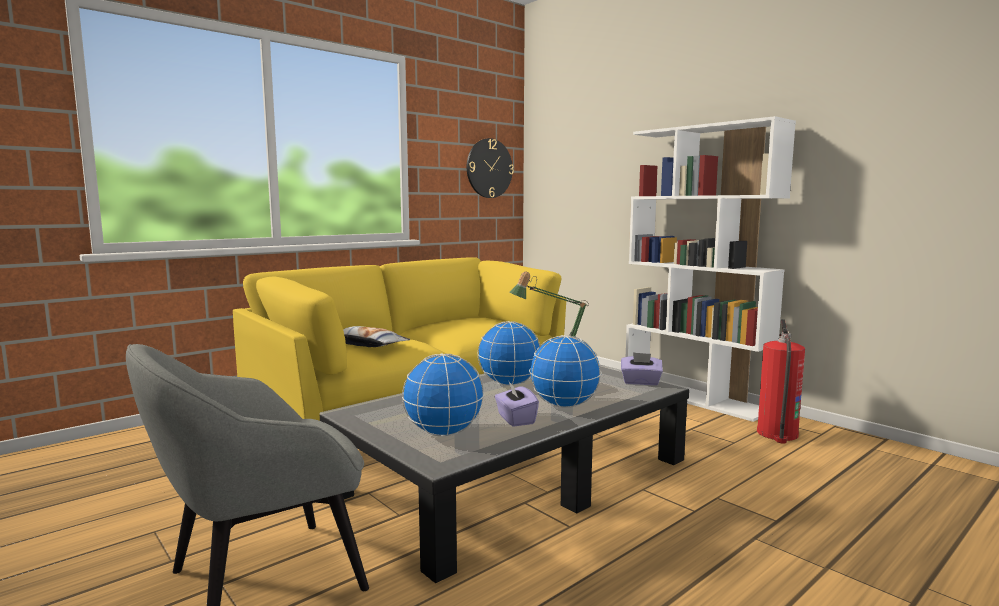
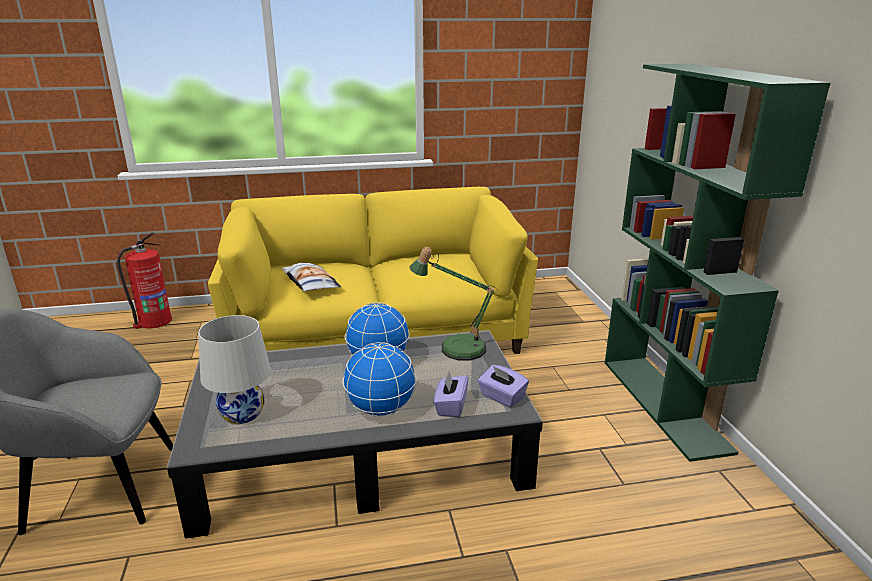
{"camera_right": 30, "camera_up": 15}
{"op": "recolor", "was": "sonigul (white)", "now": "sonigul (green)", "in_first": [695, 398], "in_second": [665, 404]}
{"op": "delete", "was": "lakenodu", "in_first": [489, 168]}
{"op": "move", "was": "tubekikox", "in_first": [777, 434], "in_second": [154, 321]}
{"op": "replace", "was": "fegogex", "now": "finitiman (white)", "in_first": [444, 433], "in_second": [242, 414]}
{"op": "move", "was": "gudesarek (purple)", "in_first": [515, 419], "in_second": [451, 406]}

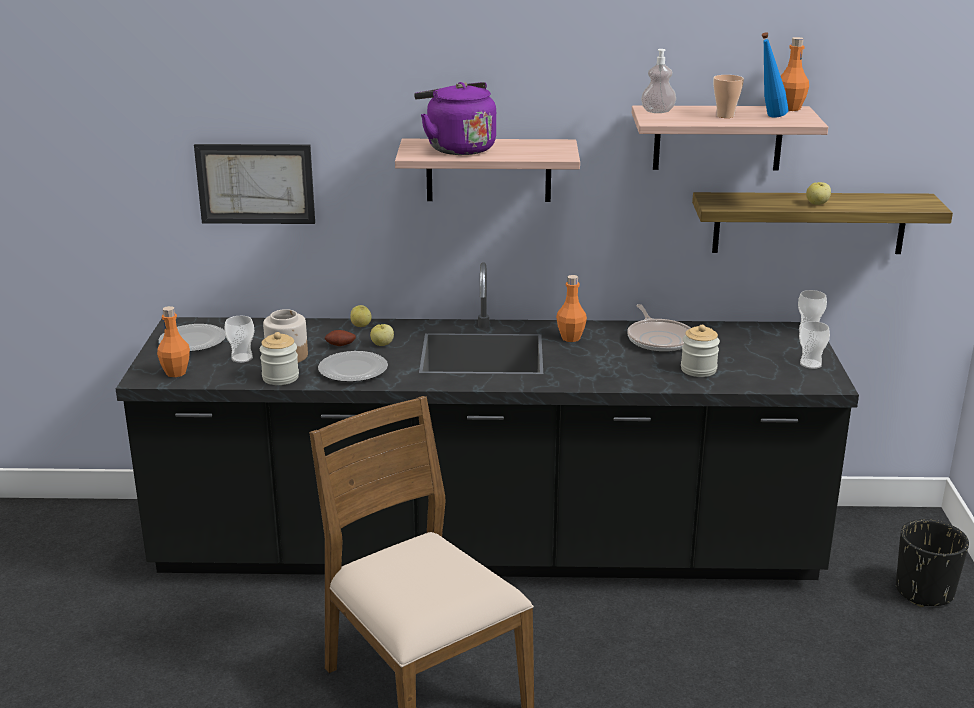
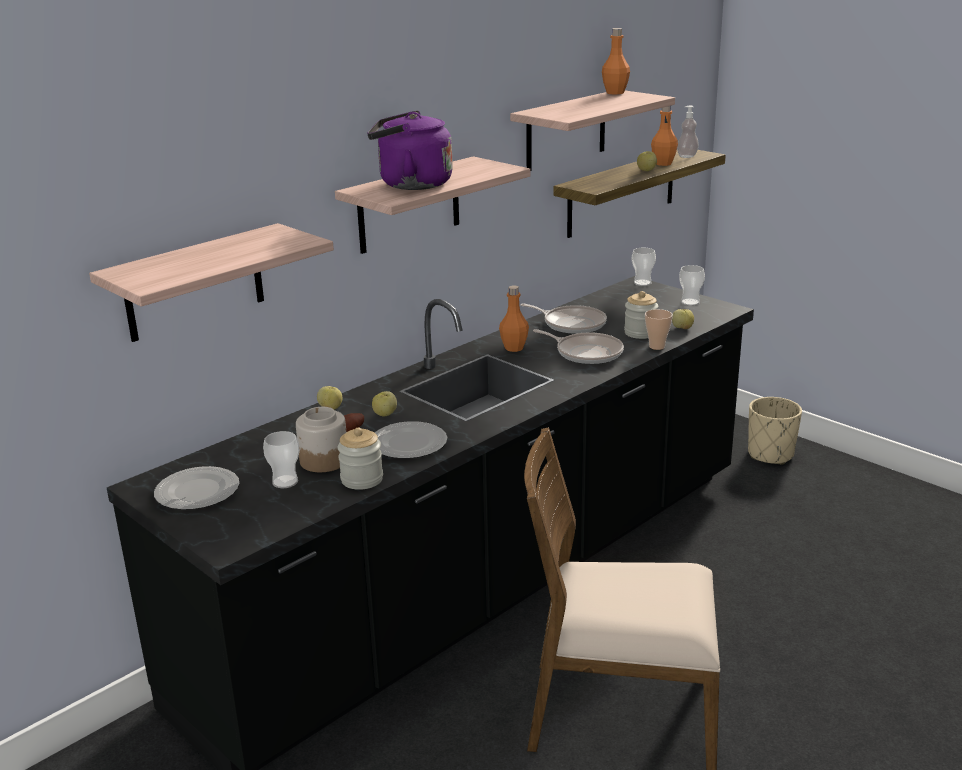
{"camera_right": -45, "camera_up": 0}
{"op": "delete", "was": "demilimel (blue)", "in_first": [769, 117]}
{"op": "move", "was": "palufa", "in_first": [657, 111], "in_second": [687, 156]}
{"op": "move", "was": "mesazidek", "in_first": [725, 116], "in_second": [657, 346]}
{"op": "replace", "was": "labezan", "now": "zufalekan", "in_first": [255, 183], "in_second": [194, 283]}
{"op": "move", "was": "demilimel (orange)", "in_first": [176, 373], "in_second": [663, 163]}
{"op": "recolor", "was": "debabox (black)", "now": "debabox (beige)", "in_first": [924, 591], "in_second": [770, 454]}
{"op": "insert", "now": "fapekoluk", "in_second": [682, 328]}
{"op": "insert", "now": "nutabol", "in_second": [586, 353]}

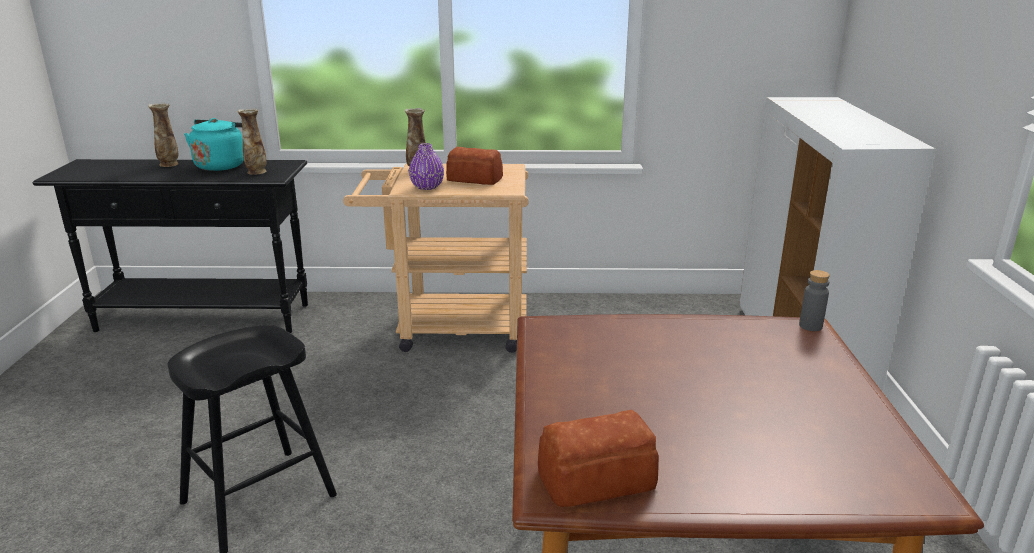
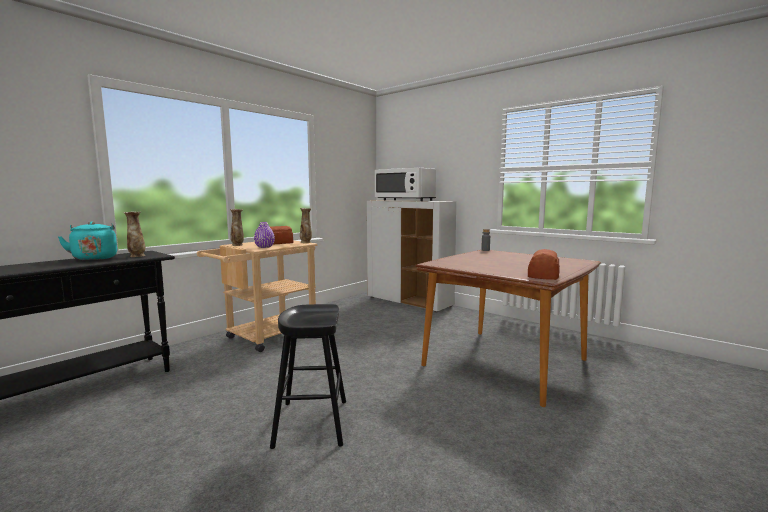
{"camera_right": -50, "camera_up": -15}
{"op": "move", "was": "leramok", "in_first": [169, 164], "in_second": [306, 242]}
{"op": "insert", "now": "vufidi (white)", "in_second": [405, 200]}

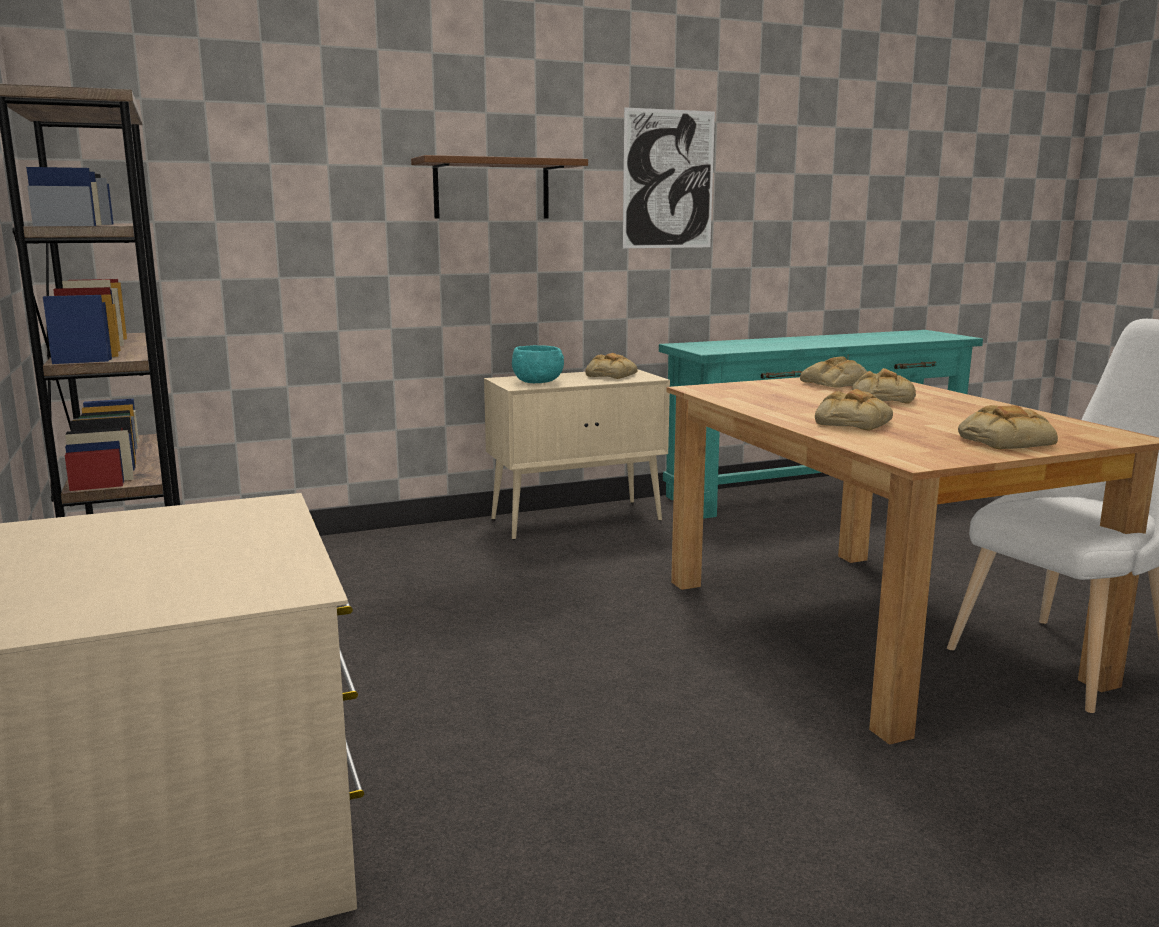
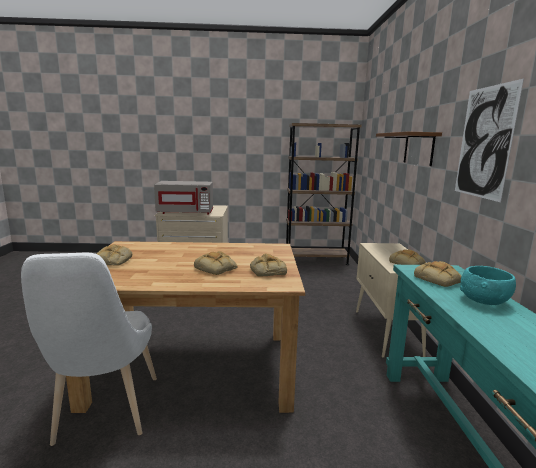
{"camera_right": 110, "camera_up": 0}
{"op": "move", "was": "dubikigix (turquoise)", "in_first": [538, 382], "in_second": [484, 301]}
{"op": "move", "was": "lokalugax", "in_first": [852, 422], "in_second": [438, 279]}
{"op": "insert", "now": "vufidi (grey)", "in_second": [186, 212]}

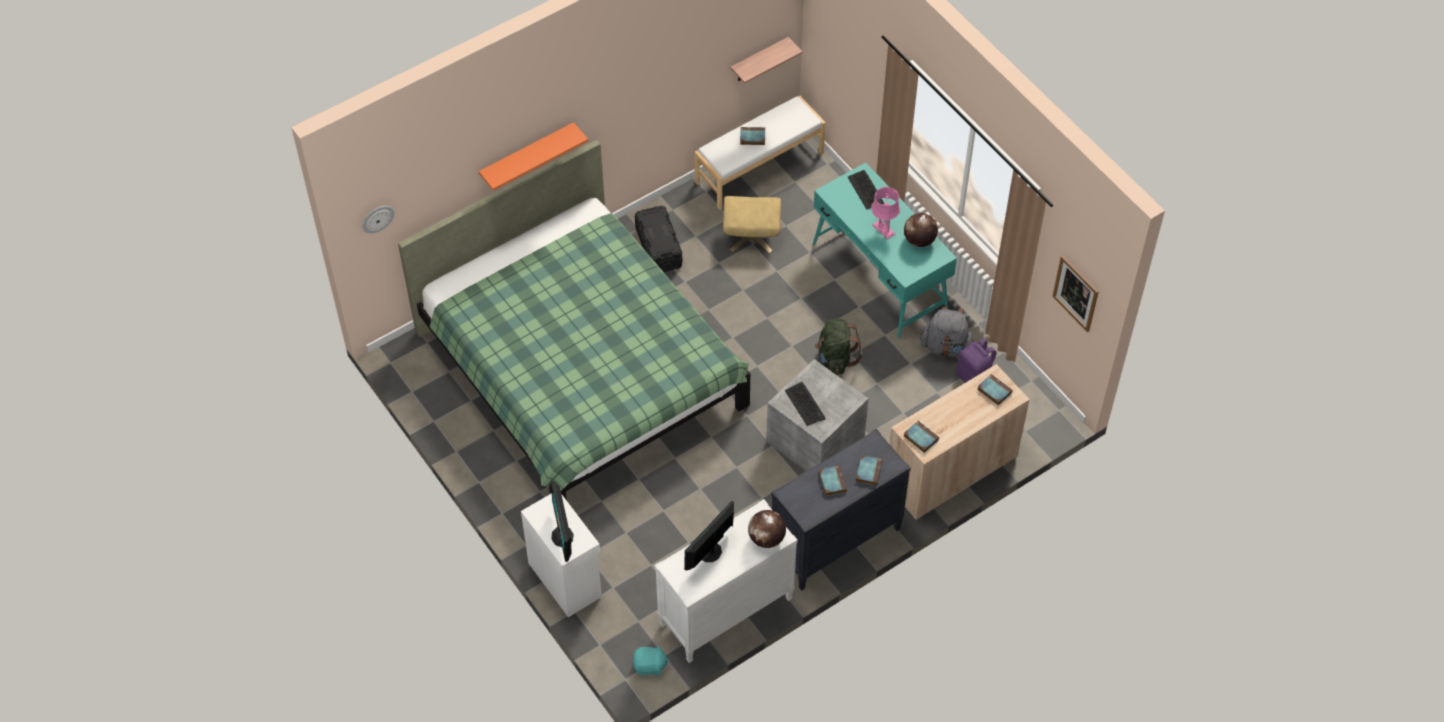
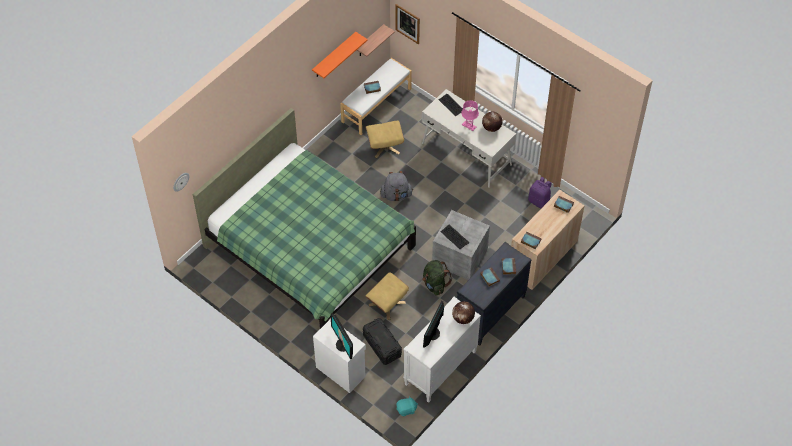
{"camera_right": -15, "camera_up": 0}
{"op": "move", "was": "zufalekan (orange)", "in_first": [527, 155], "in_second": [334, 55]}
{"op": "recolor", "was": "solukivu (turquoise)", "now": "solukivu (white)", "in_first": [879, 276], "in_second": [466, 154]}
{"op": "move", "was": "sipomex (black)", "in_first": [658, 247], "in_second": [382, 345]}
{"op": "move", "was": "labezan", "in_first": [1076, 293], "in_second": [407, 23]}
{"op": "move", "was": "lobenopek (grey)", "in_first": [946, 347], "in_second": [396, 195]}
{"op": "move", "was": "lobenopek (green)", "in_first": [835, 359], "in_second": [435, 284]}
{"op": "insert", "now": "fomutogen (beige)", "in_second": [387, 303]}

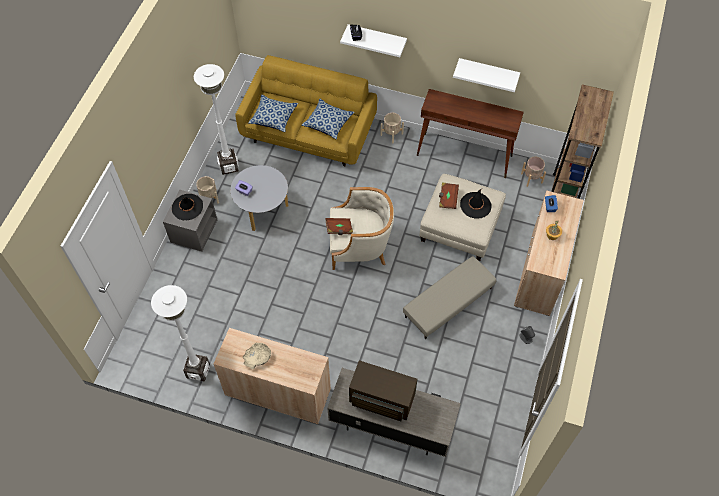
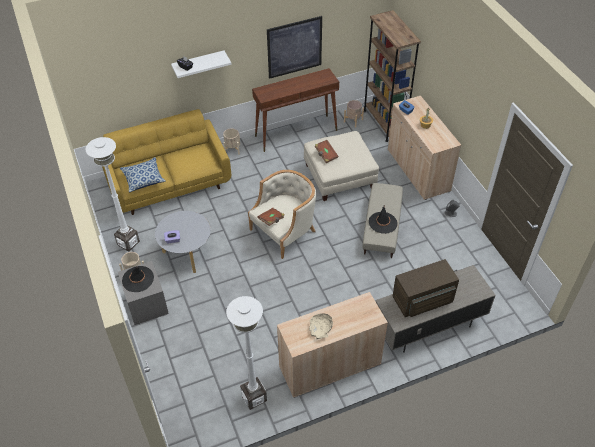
{"camera_right": -40, "camera_up": -10}
{"op": "replace", "was": "zufalekan (white)", "now": "labezan", "in_first": [488, 72], "in_second": [294, 47]}
{"op": "delete", "was": "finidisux", "in_first": [328, 123]}
{"op": "move", "was": "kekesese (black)", "in_first": [475, 205], "in_second": [383, 223]}

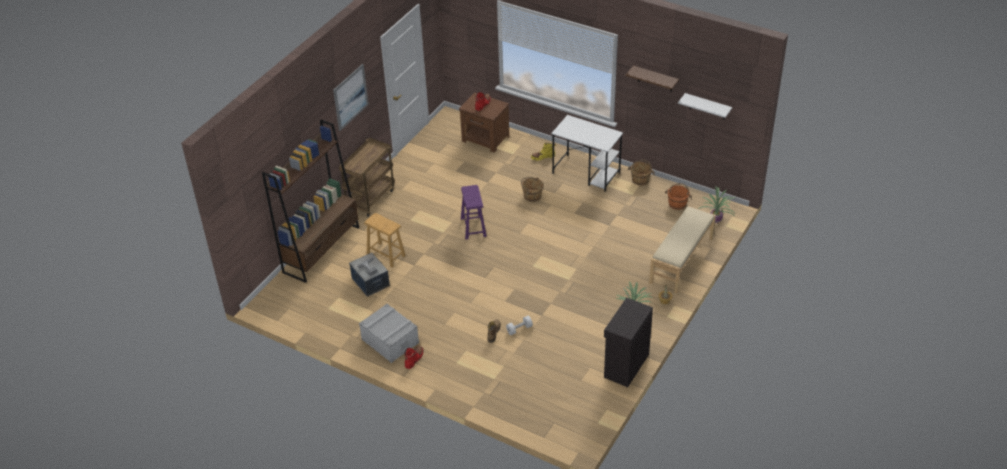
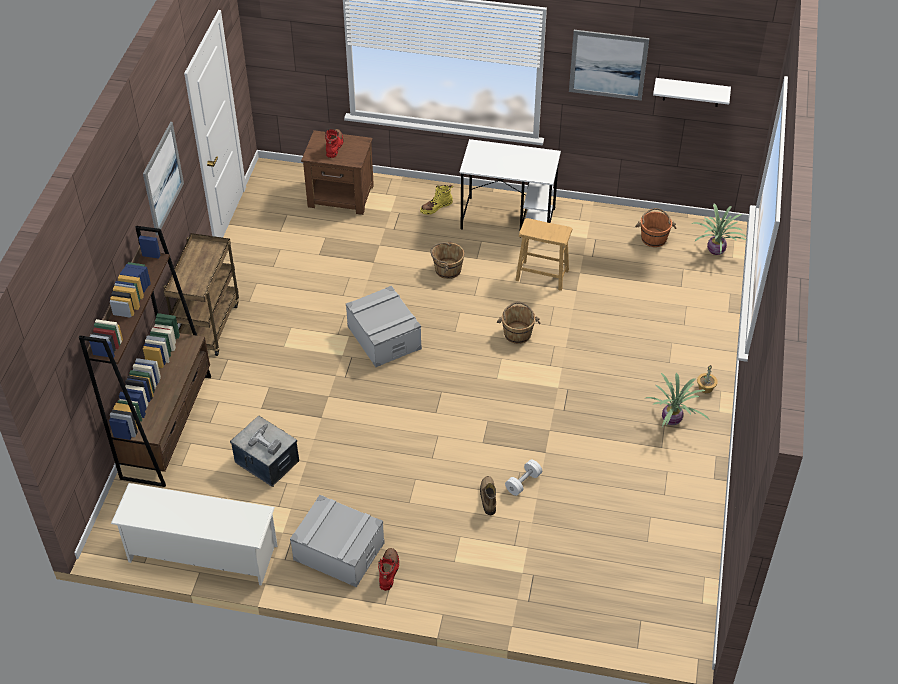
{"camera_right": -20, "camera_up": 5}
{"op": "replace", "was": "zufalekan (brown)", "now": "labezan", "in_first": [655, 79], "in_second": [608, 65]}
{"op": "move", "was": "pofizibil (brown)", "in_first": [640, 179], "in_second": [517, 333]}
{"op": "replace", "was": "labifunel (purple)", "now": "sipomex (grey)", "in_first": [473, 227], "in_second": [384, 337]}
{"op": "delete", "was": "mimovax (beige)", "in_first": [682, 260]}
{"op": "move", "was": "labifunel (brown)", "in_first": [386, 255], "in_second": [542, 275]}
{"op": "delete", "was": "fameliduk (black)", "in_first": [625, 365]}
{"op": "insert", "now": "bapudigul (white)", "in_second": [201, 554]}

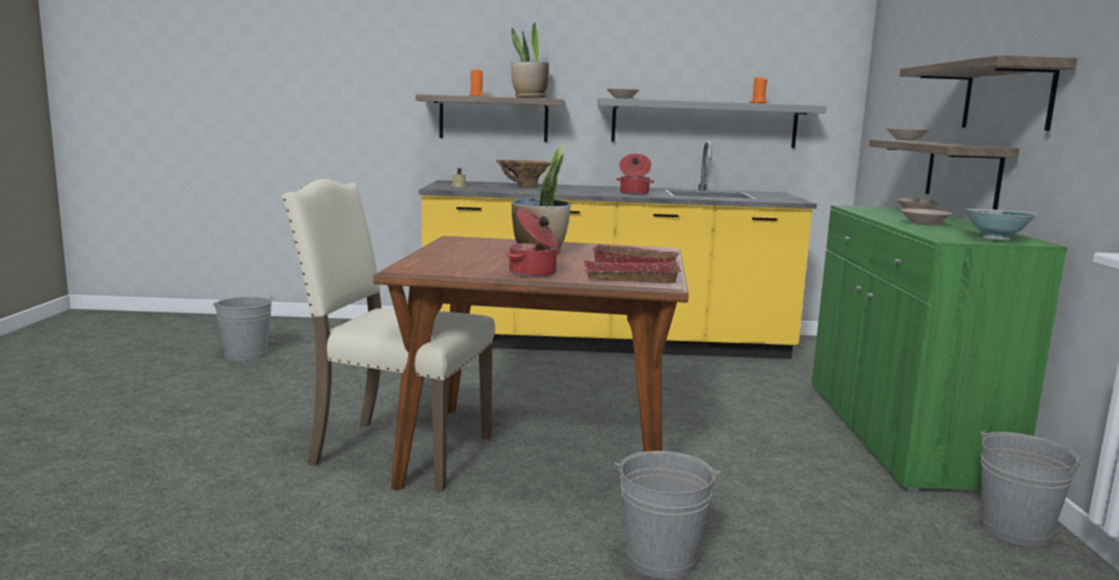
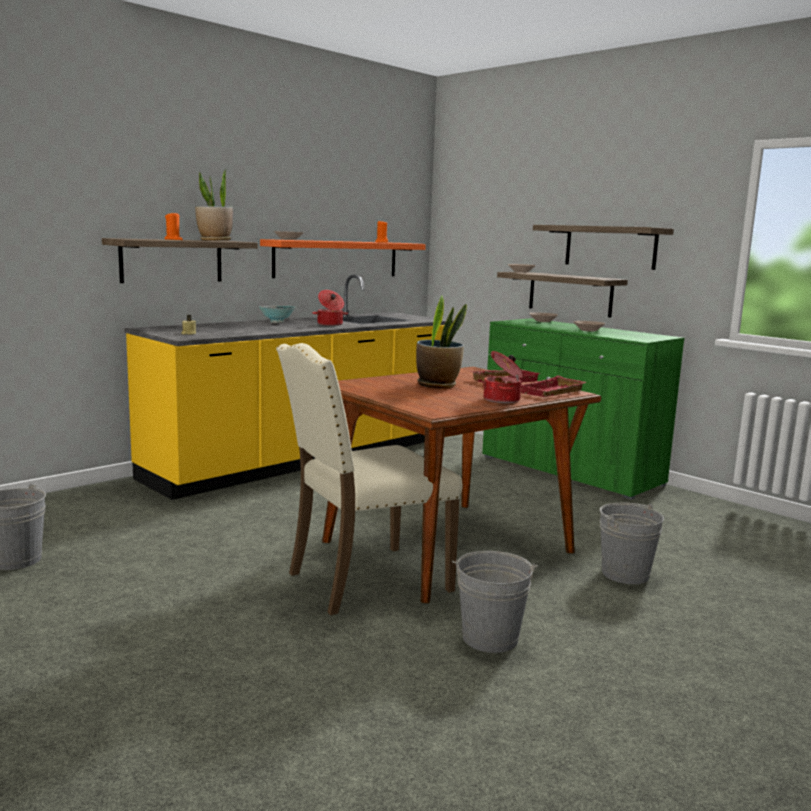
{"camera_right": -45, "camera_up": 0}
{"op": "recolor", "was": "zufalekan (grey)", "now": "zufalekan (orange)", "in_first": [704, 123], "in_second": [337, 259]}
{"op": "delete", "was": "leramok (brown)", "in_first": [523, 186]}
{"op": "move", "was": "dubikigix", "in_first": [996, 239], "in_second": [277, 322]}
{"op": "move", "was": "pofizibil (grey)", "in_first": [1015, 530], "in_second": [490, 638]}

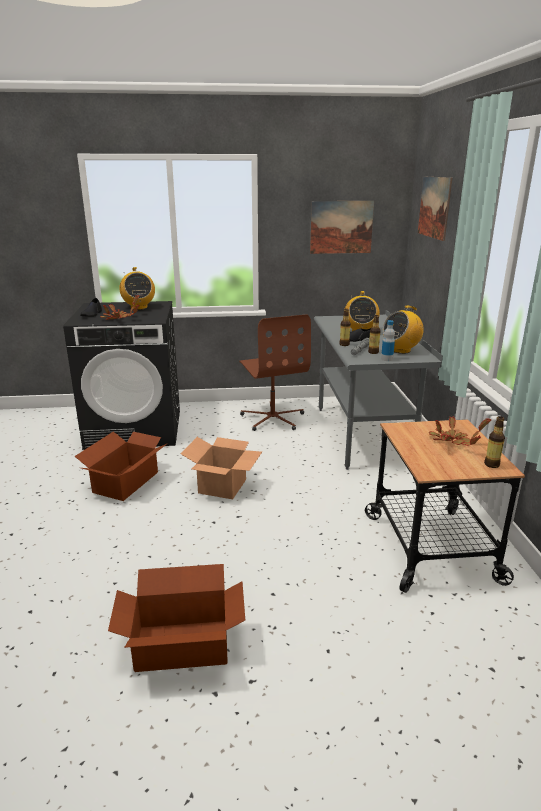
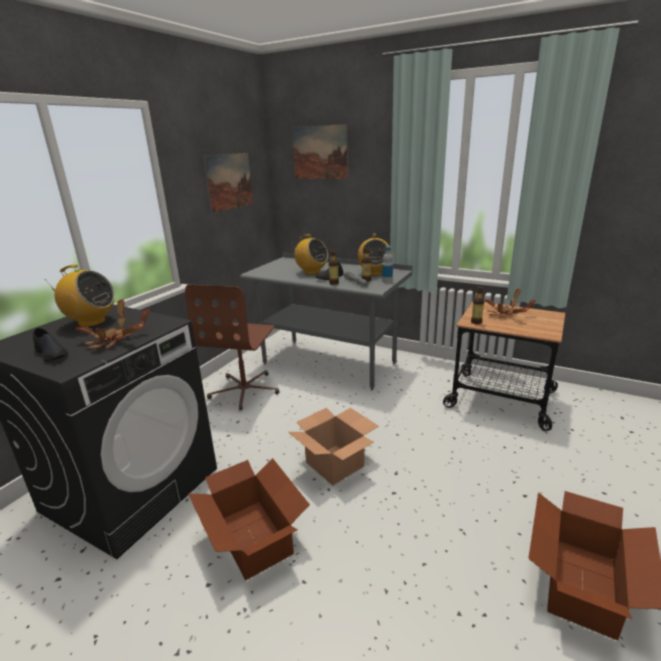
{"camera_right": -55, "camera_up": 0}
{"op": "rotate", "was": "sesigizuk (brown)", "in_first": [273, 418], "in_second": [245, 390], "clockwise": 90}
{"op": "move", "was": "demilimel", "in_first": [491, 464], "in_second": [476, 322]}

